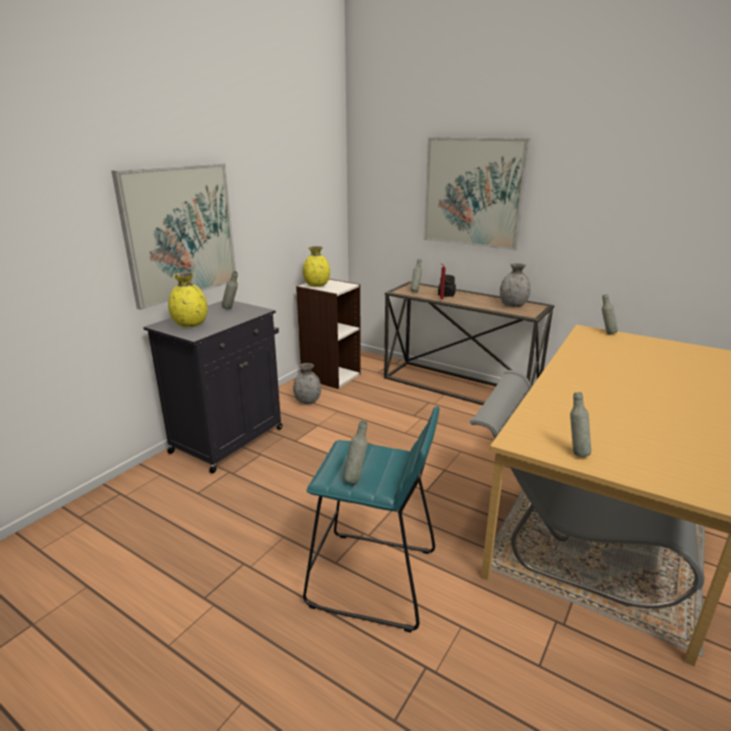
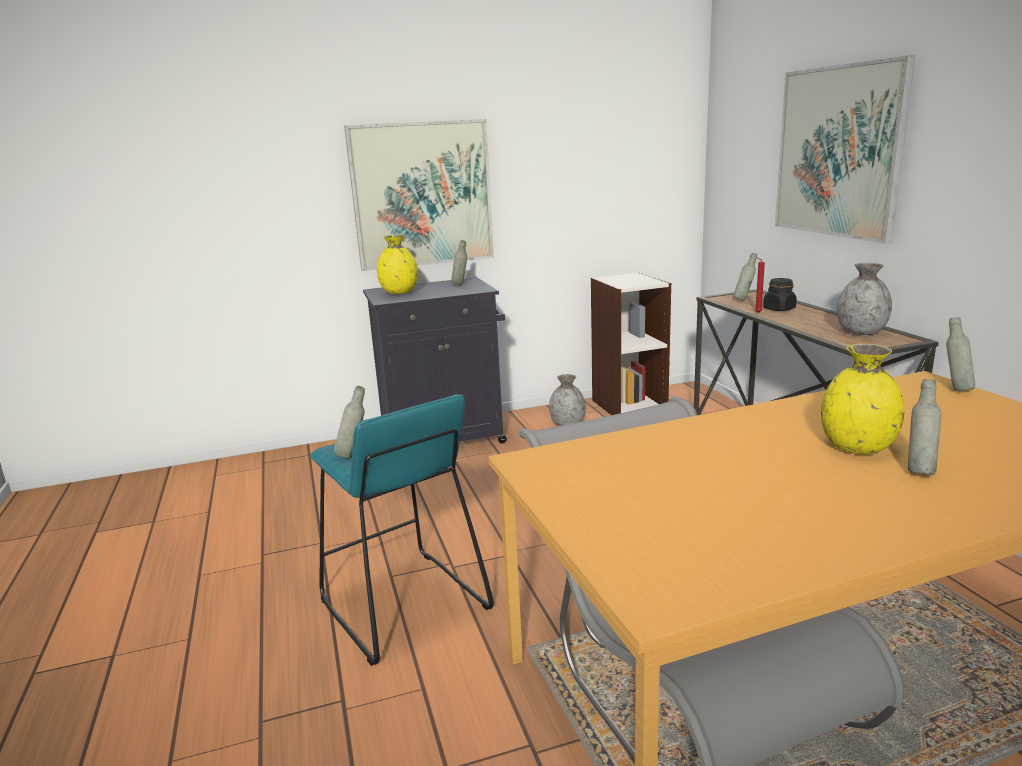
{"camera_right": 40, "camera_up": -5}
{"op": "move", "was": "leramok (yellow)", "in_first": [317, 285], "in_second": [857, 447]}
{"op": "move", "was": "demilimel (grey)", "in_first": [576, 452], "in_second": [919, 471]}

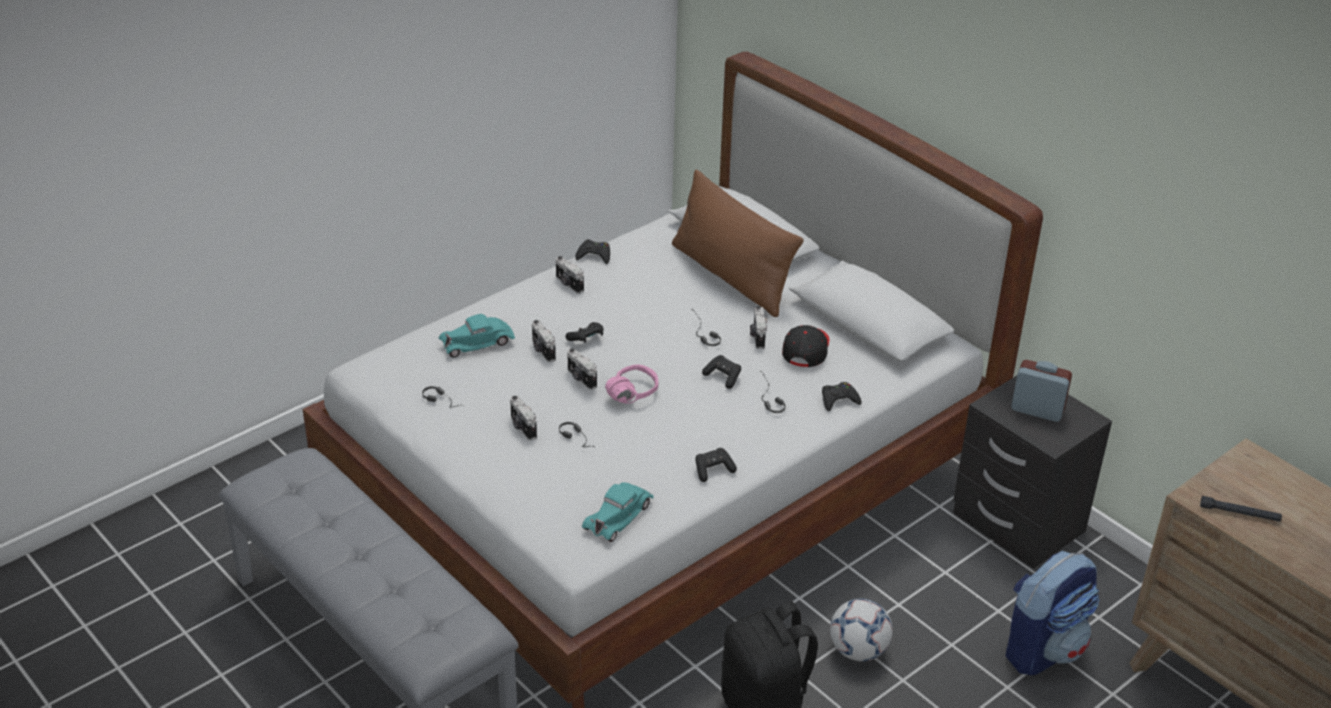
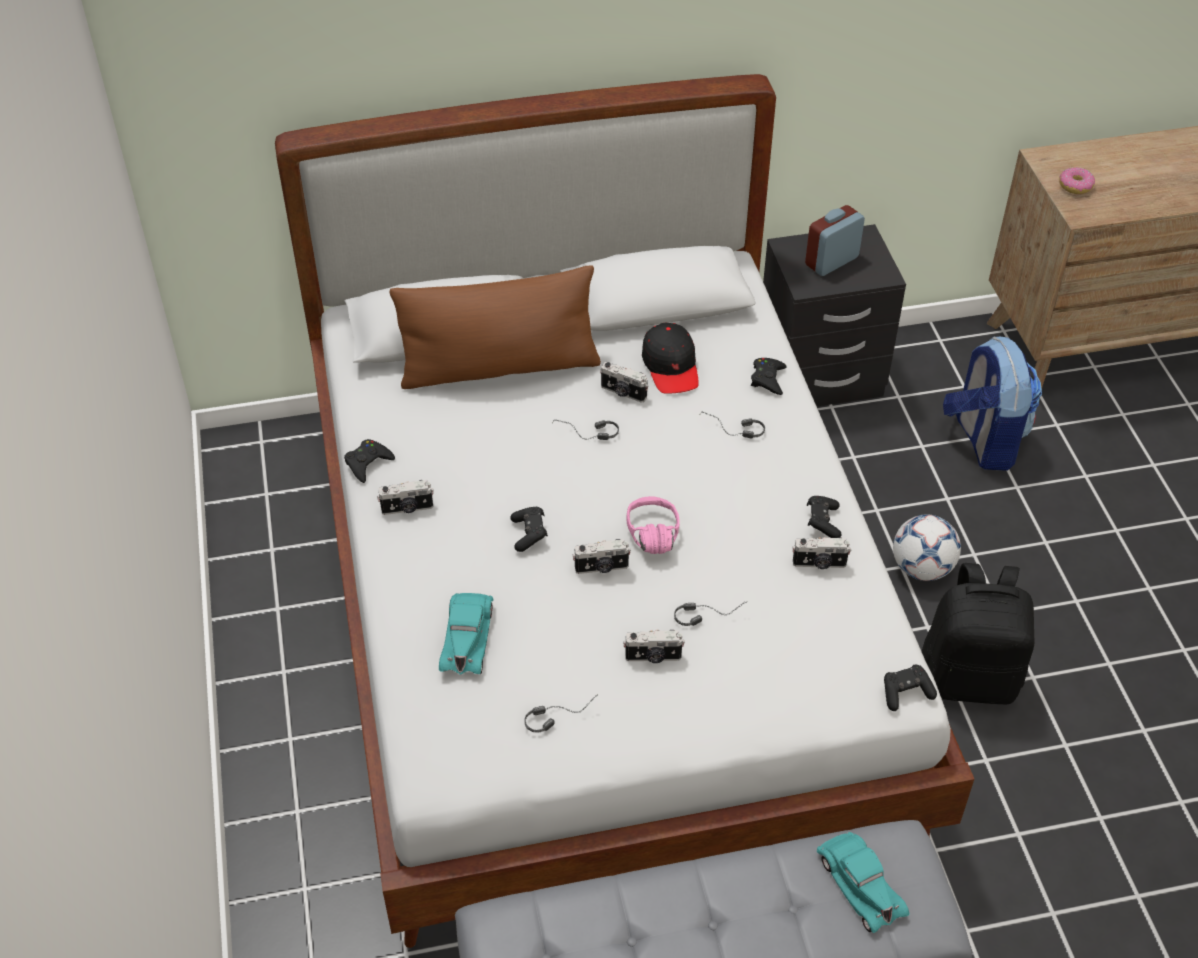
{"camera_right": -60, "camera_up": 10}
{"op": "move", "was": "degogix", "in_first": [542, 350], "in_second": [819, 564]}
{"op": "rotate", "was": "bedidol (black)", "in_first": [806, 350], "in_second": [671, 366], "clockwise": -150}
{"op": "move", "was": "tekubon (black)", "in_first": [723, 377], "in_second": [905, 693]}
{"op": "move", "was": "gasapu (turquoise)", "in_first": [618, 516], "in_second": [860, 884]}
{"op": "delete", "was": "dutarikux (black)", "in_first": [1239, 513]}
{"op": "insert", "now": "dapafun", "in_second": [1075, 186]}

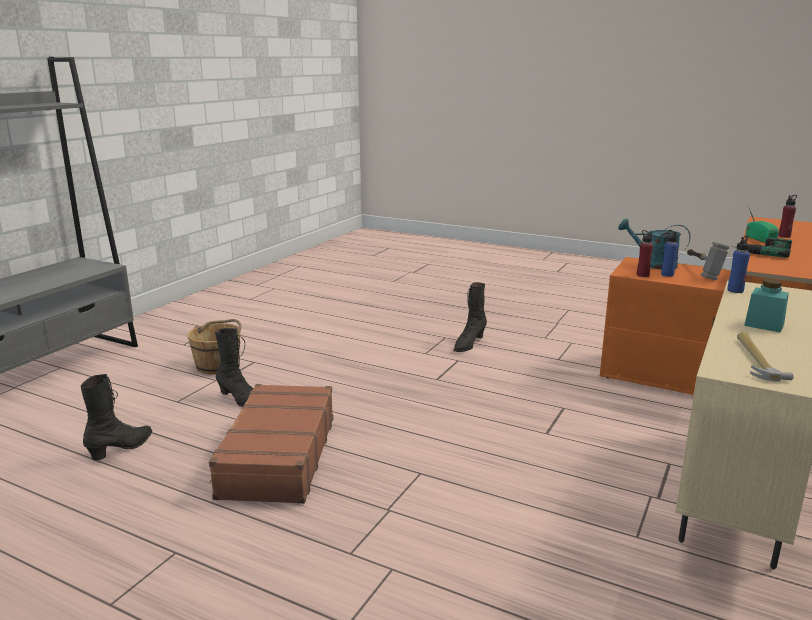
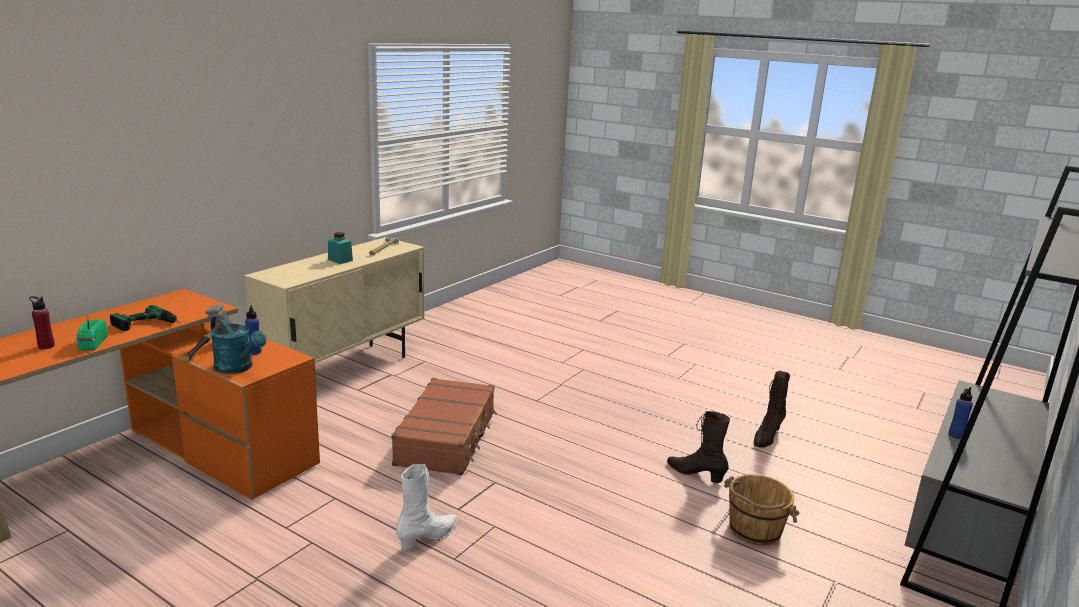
{"camera_right": -175, "camera_up": 0}
{"op": "delete", "was": "demilimel (red)", "in_first": [642, 275]}
{"op": "move", "was": "demilimel (blue)", "in_first": [735, 290], "in_second": [956, 435]}
{"op": "recolor", "was": "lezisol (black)", "now": "lezisol (white)", "in_first": [468, 344], "in_second": [428, 538]}
{"op": "move", "was": "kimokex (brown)", "in_first": [277, 456], "in_second": [447, 438]}

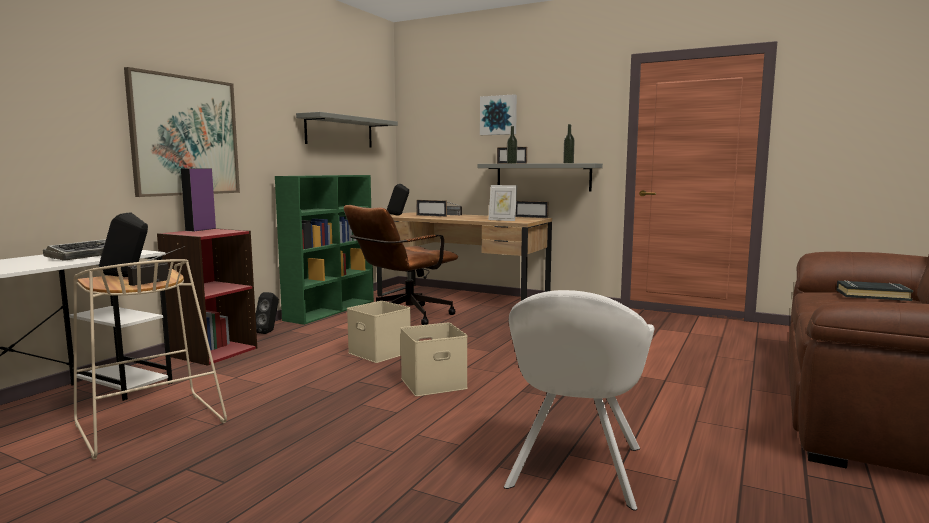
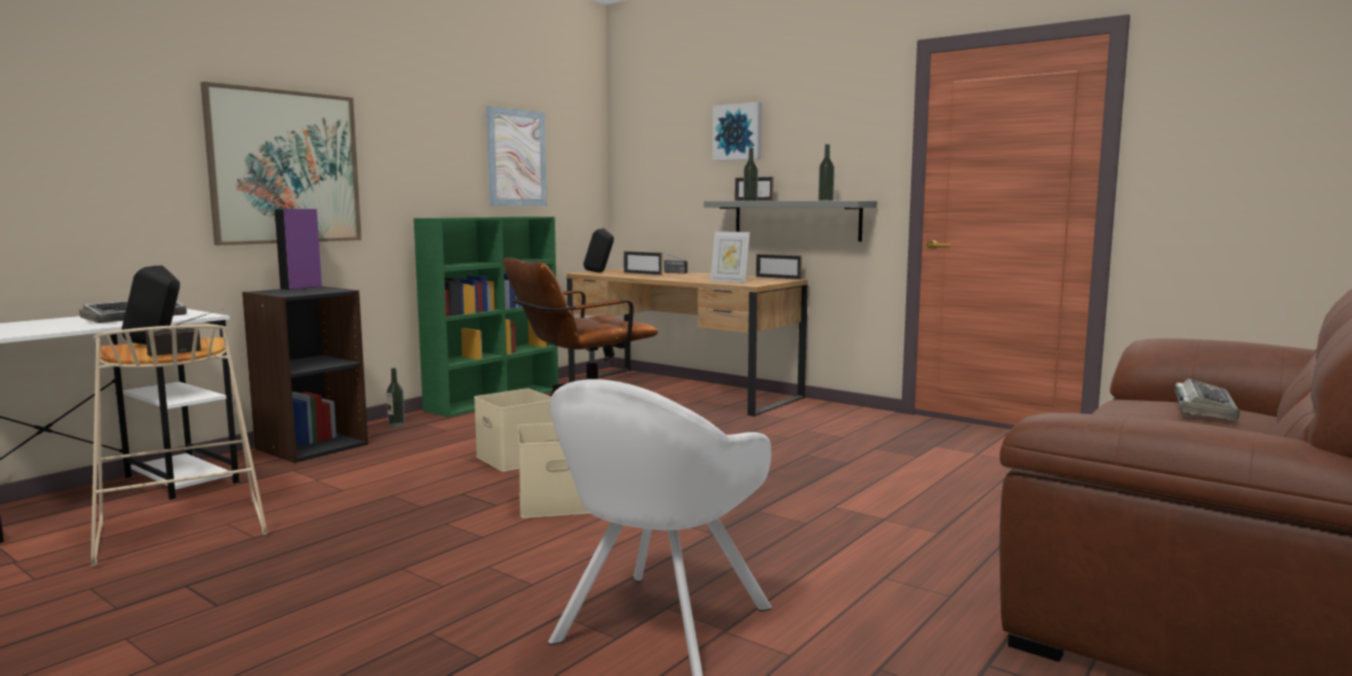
{"camera_right": 10, "camera_up": 0}
{"op": "replace", "was": "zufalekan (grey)", "now": "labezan", "in_first": [339, 132], "in_second": [516, 158]}
{"op": "recolor", "was": "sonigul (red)", "now": "sonigul (black)", "in_first": [212, 352], "in_second": [311, 446]}
{"op": "replace", "was": "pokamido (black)", "now": "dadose", "in_first": [872, 295], "in_second": [1203, 407]}
{"op": "replace", "was": "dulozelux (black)", "now": "demilimel", "in_first": [269, 332], "in_second": [396, 425]}

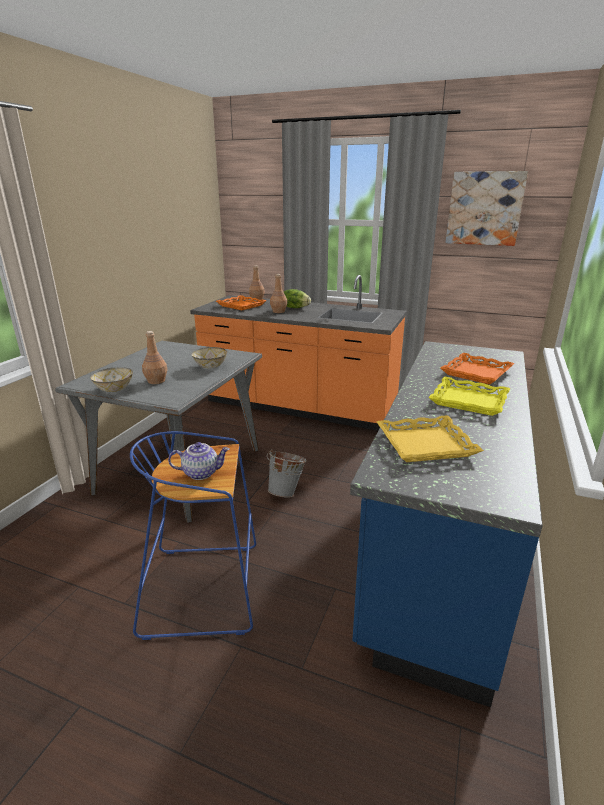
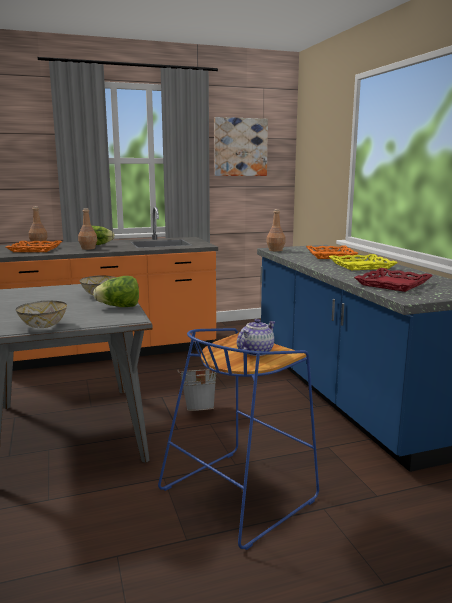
{"camera_right": -40, "camera_up": -10}
{"op": "move", "was": "demilimel (brown)", "in_first": [156, 381], "in_second": [275, 250]}
{"op": "recolor", "was": "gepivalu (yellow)", "now": "gepivalu (red)", "in_first": [425, 444], "in_second": [392, 284]}
{"op": "insert", "now": "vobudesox", "in_second": [119, 307]}

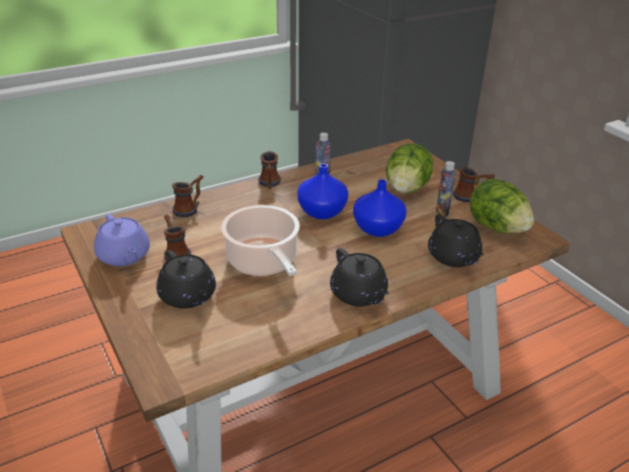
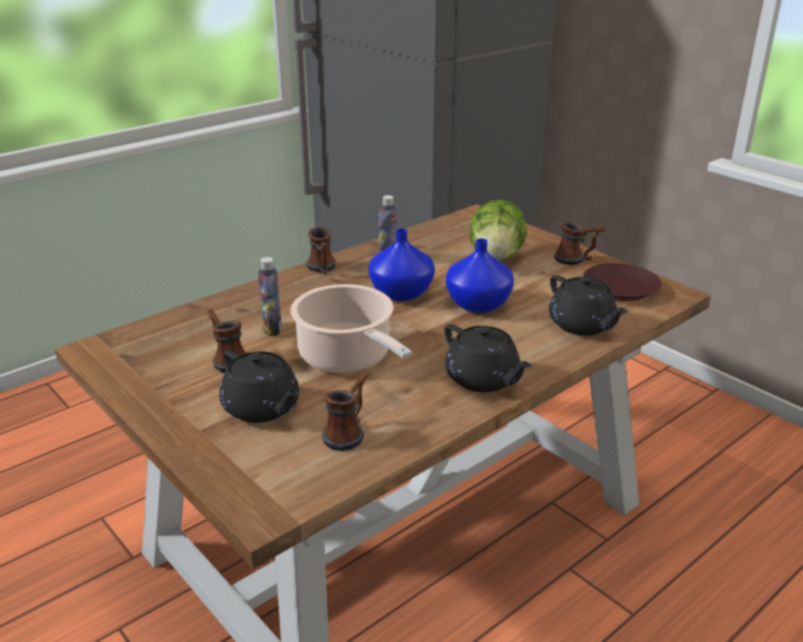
{"camera_right": -10, "camera_up": -5}
{"op": "move", "was": "demilimel", "in_first": [442, 211], "in_second": [272, 329]}
{"op": "move", "was": "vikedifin", "in_first": [190, 208], "in_second": [349, 432]}
{"op": "replace", "was": "vobudesox", "now": "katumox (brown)", "in_first": [496, 227], "in_second": [620, 288]}
{"op": "delete", "was": "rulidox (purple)", "in_first": [124, 256]}

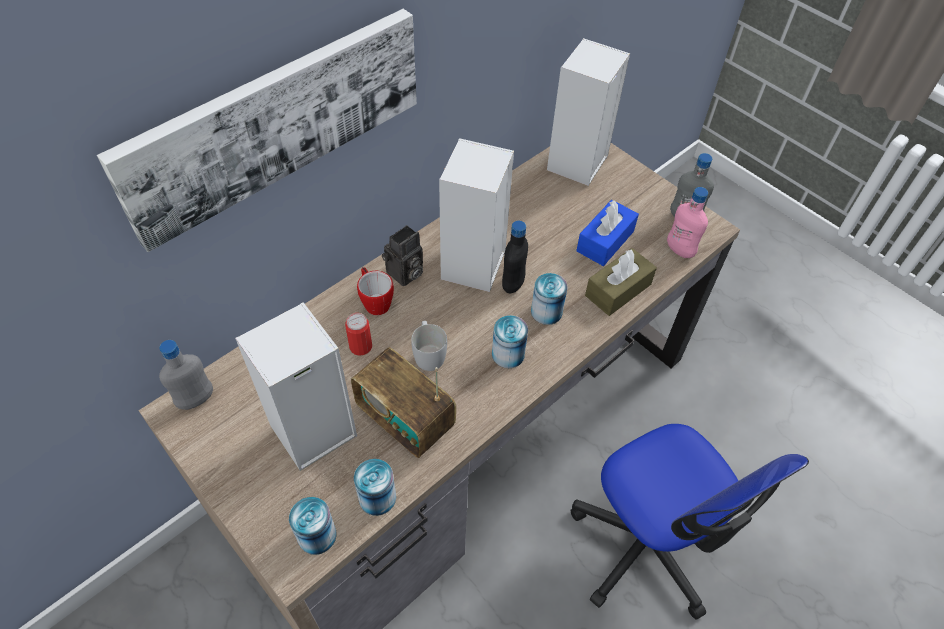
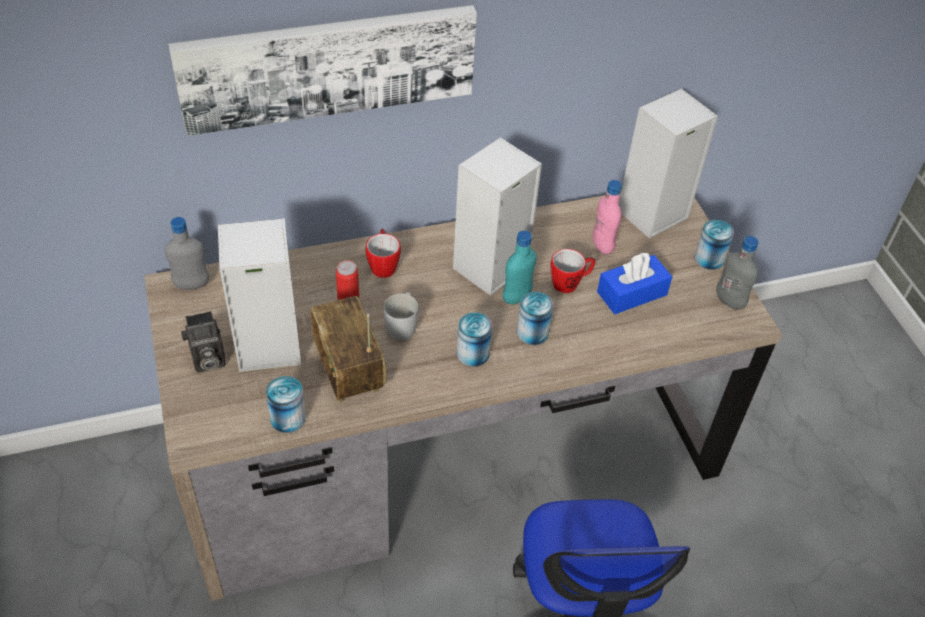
{"camera_right": 25, "camera_up": -5}
{"op": "move", "was": "demilimel (pink)", "in_first": [680, 250], "in_second": [602, 246]}
{"op": "recolor", "was": "demilimel (black)", "now": "demilimel (turquoise)", "in_first": [513, 284], "in_second": [517, 297]}
{"op": "move", "was": "degogix", "in_first": [404, 274], "in_second": [207, 361]}
{"op": "delete", "was": "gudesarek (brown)", "in_first": [618, 290]}
{"op": "move", "was": "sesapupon", "in_first": [317, 535], "in_second": [709, 258]}
{"op": "insert", "now": "vikedifin", "in_second": [570, 283]}

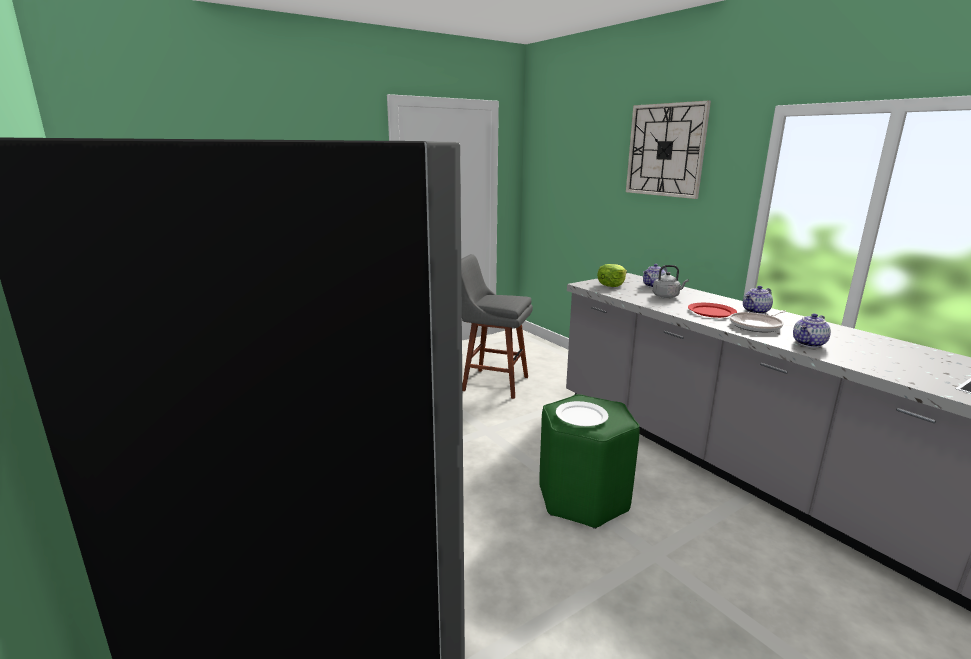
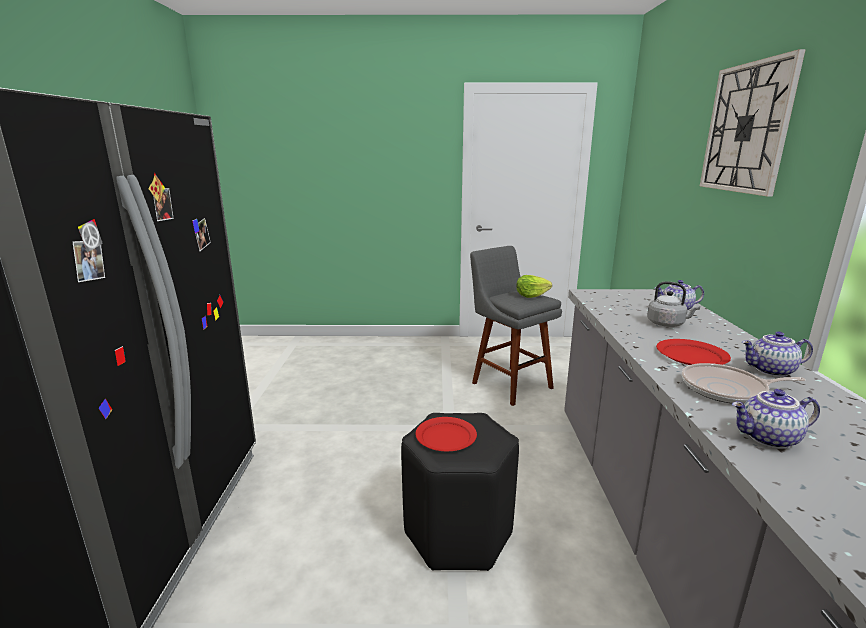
{"camera_right": 35, "camera_up": 0}
{"op": "move", "was": "vobudesox", "in_first": [611, 284], "in_second": [531, 295]}
{"op": "recolor", "was": "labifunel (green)", "now": "labifunel (black)", "in_first": [583, 498], "in_second": [459, 533]}
{"op": "recolor", "was": "katumox (white)", "now": "katumox (red)", "in_first": [581, 416], "in_second": [445, 437]}

